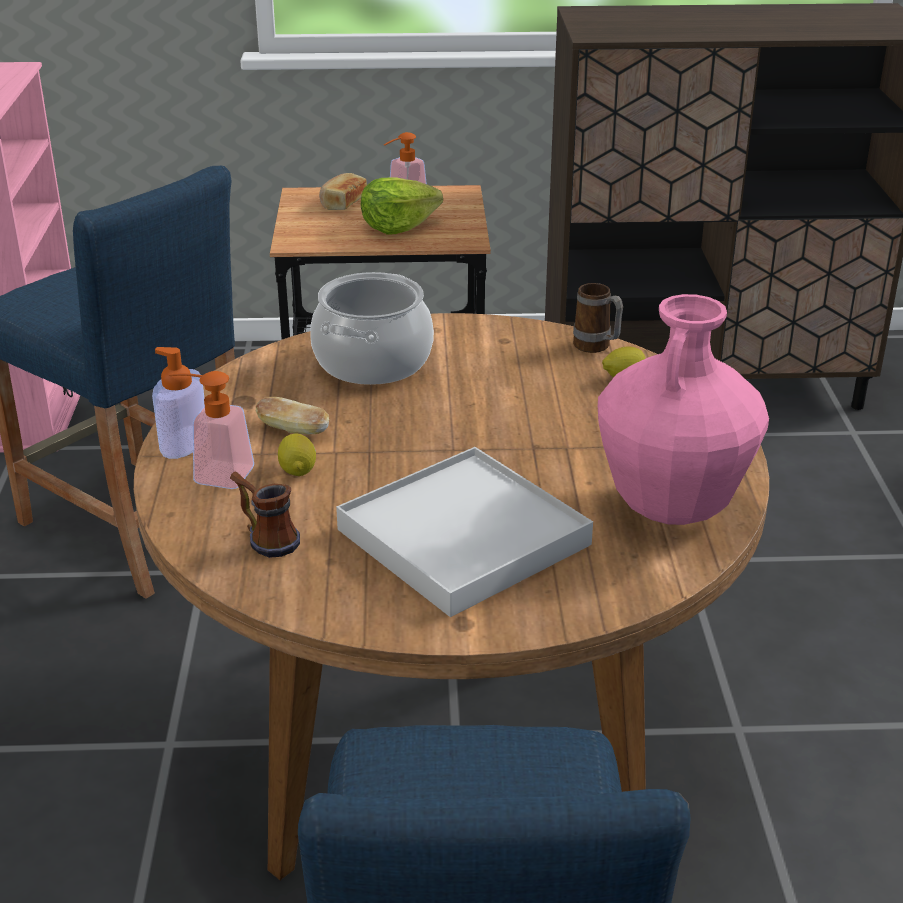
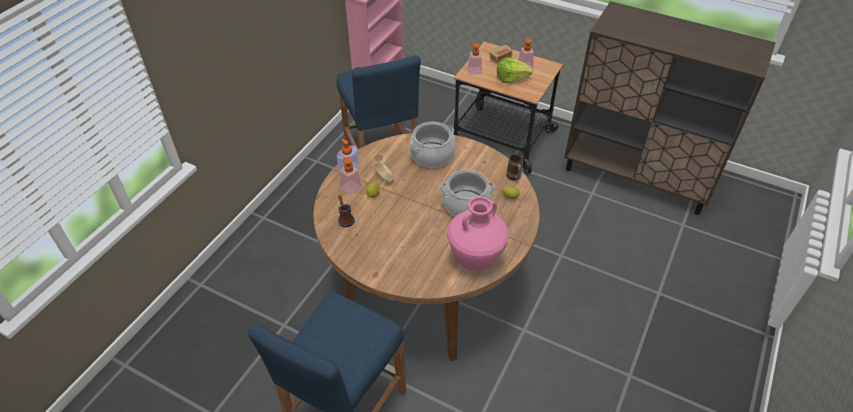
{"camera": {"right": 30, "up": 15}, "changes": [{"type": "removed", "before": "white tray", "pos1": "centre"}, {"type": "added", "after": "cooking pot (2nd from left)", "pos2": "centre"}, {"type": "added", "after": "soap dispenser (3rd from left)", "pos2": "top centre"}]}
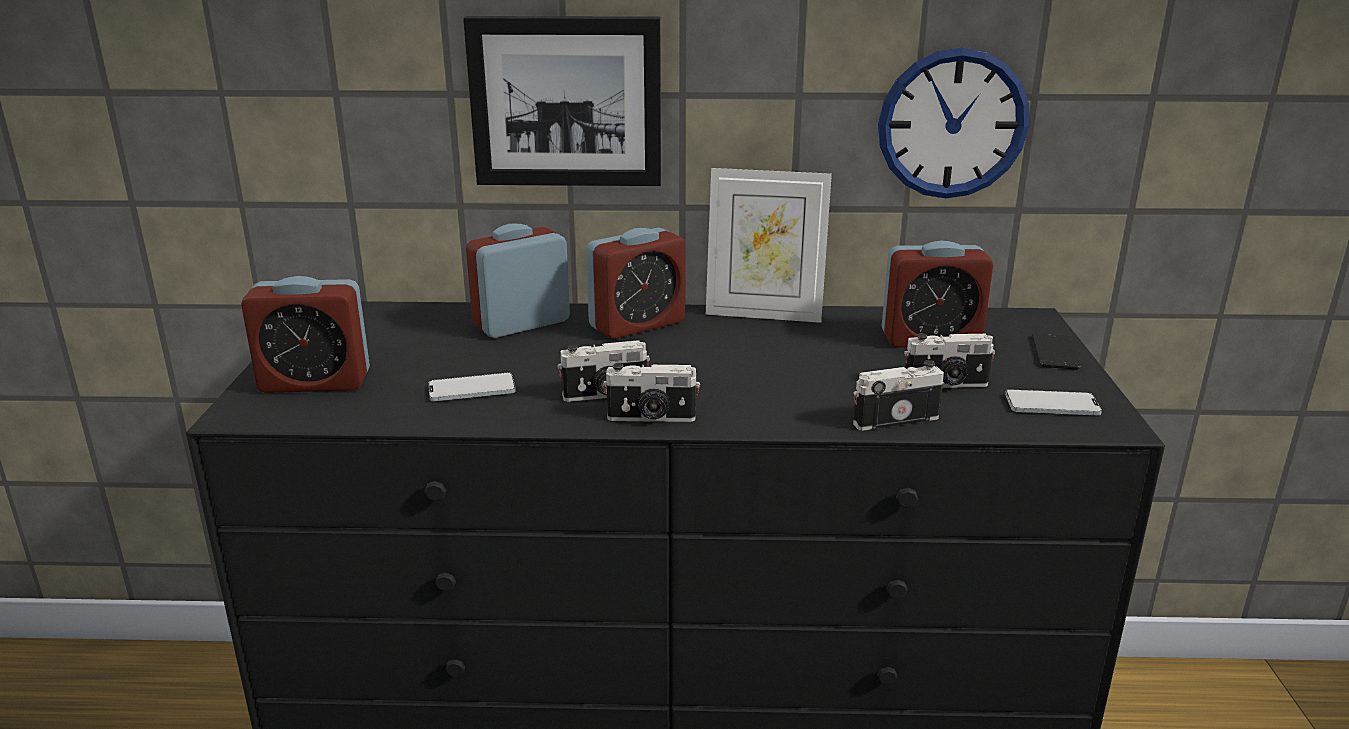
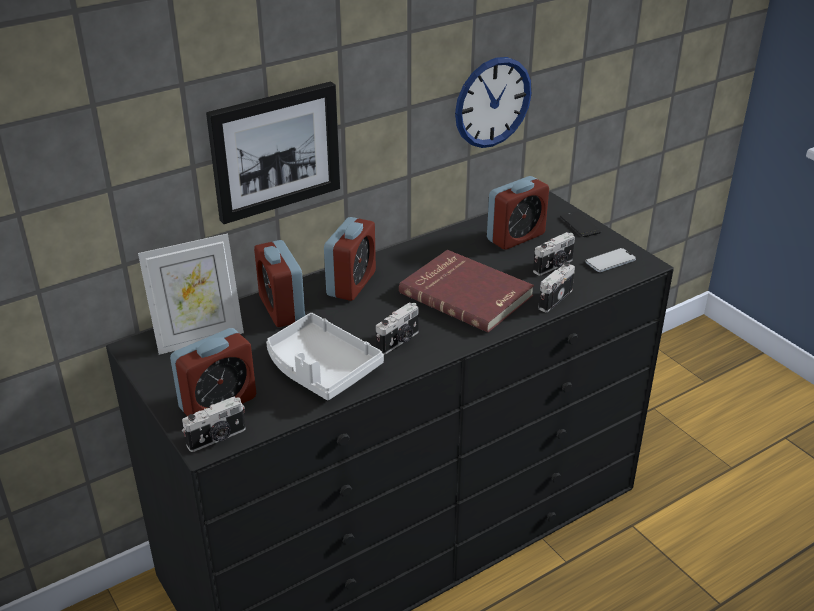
{"camera": {"right": -35, "up": 10}, "changes": [{"type": "replaced", "before": "phone (1st from left)", "after": "grey tray", "pos1": "centre", "pos2": "centre"}, {"type": "turned", "before": "alarm clock (2nd from left)", "pos1": "centre", "pos2": "centre", "turn": -45}, {"type": "moved", "before": "photo camera (2nd from left in the first image)", "after": "photo camera (1st from left)", "pos1": "centre", "pos2": "bottom left"}, {"type": "moved", "before": "picture frame", "pos1": "centre", "pos2": "middle left"}, {"type": "added", "after": "red book", "pos2": "centre"}]}
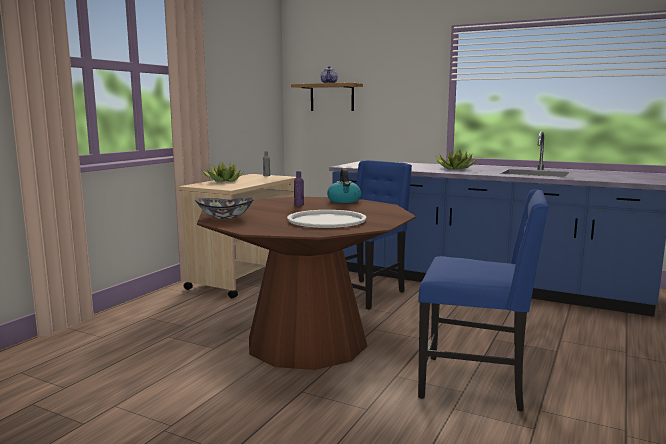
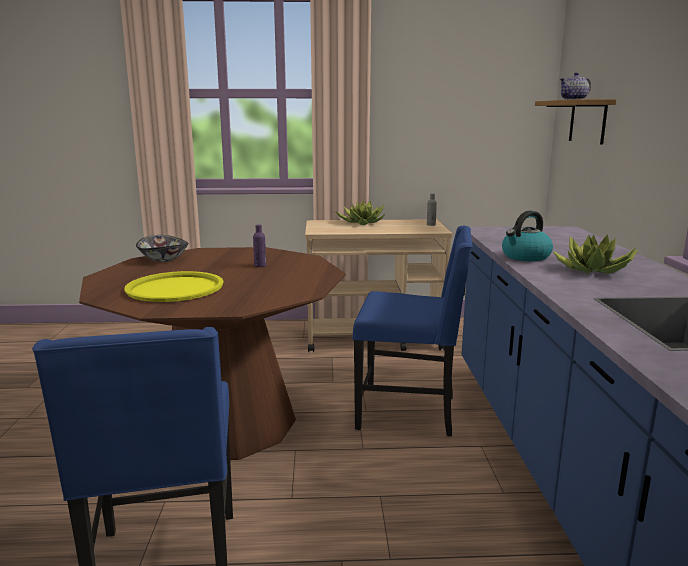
{"camera": {"right": 60, "up": 5}, "changes": [{"type": "recoloured", "before": "white tray", "after": "yellow tray", "pos1": "centre", "pos2": "middle left"}, {"type": "moved", "before": "kettle", "pos1": "centre", "pos2": "middle right"}]}
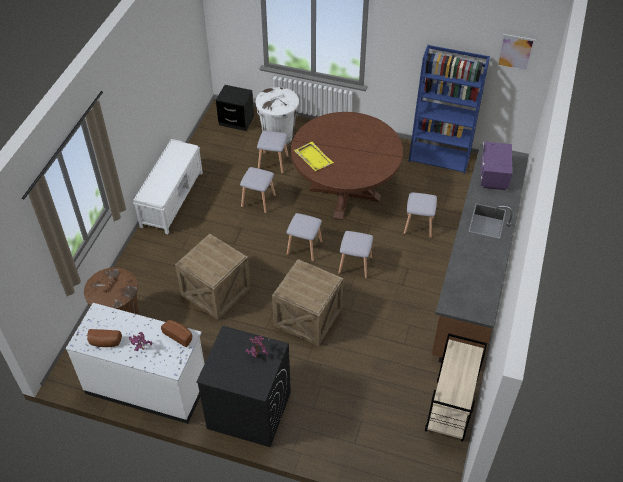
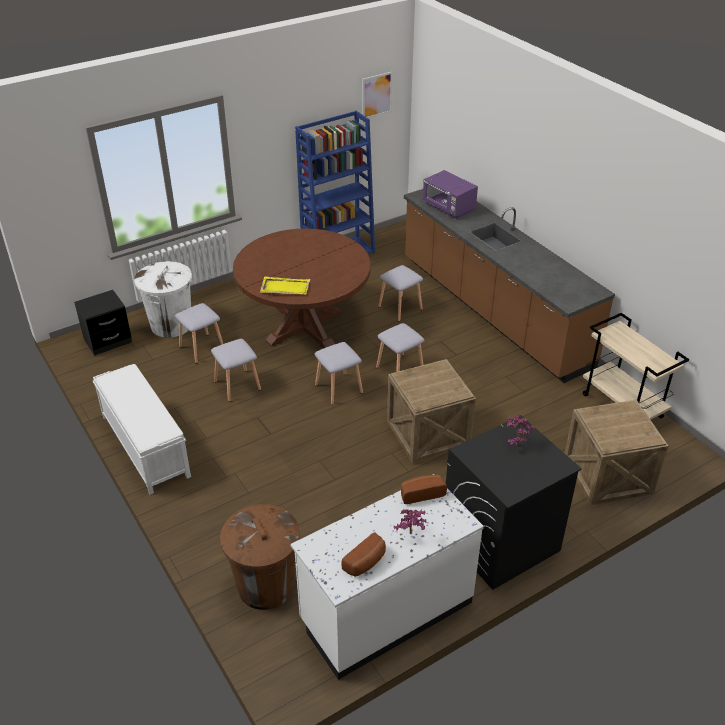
{"camera": {"right": -50, "up": -10}, "changes": [{"type": "moved", "before": "crate (1st from left in the first image)", "after": "crate (2nd from left)", "pos1": "centre", "pos2": "middle right"}]}
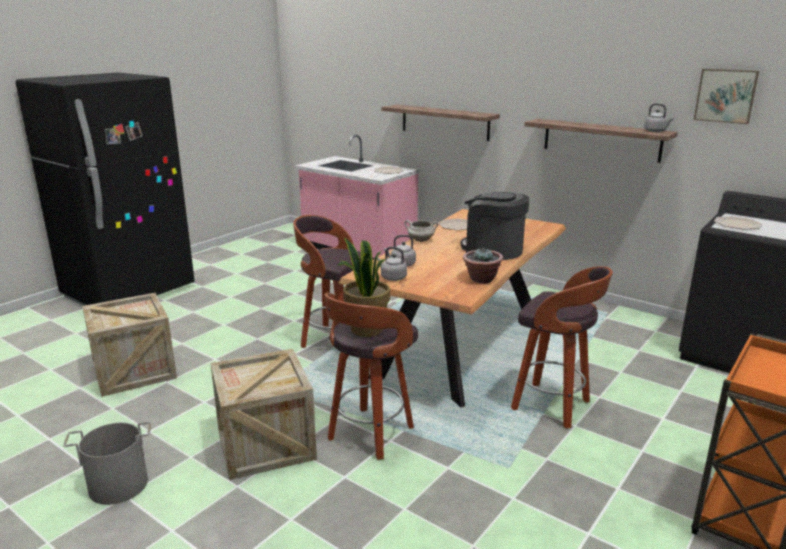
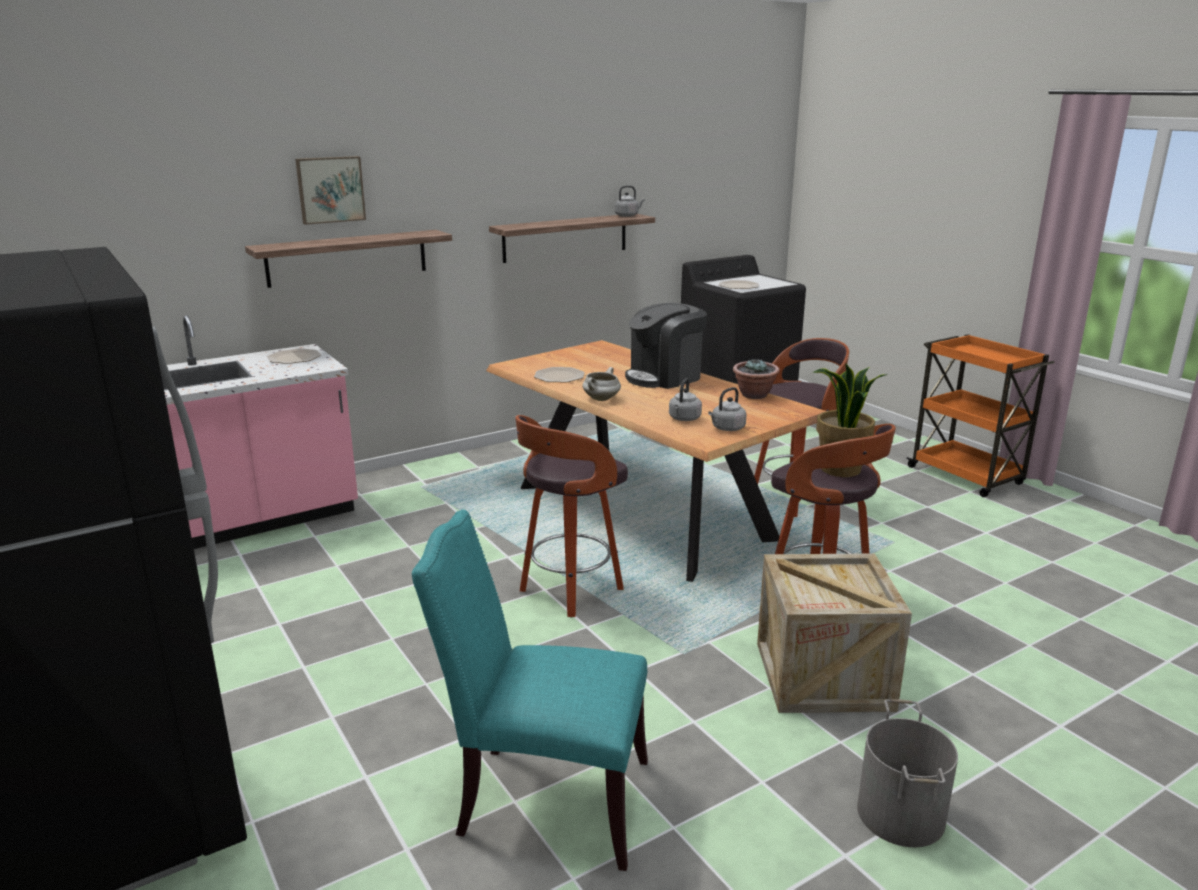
{"camera": {"right": -70, "up": 0}, "changes": [{"type": "replaced", "before": "crate (1st from left)", "after": "turquoise chair", "pos1": "middle left", "pos2": "bottom centre"}, {"type": "moved", "before": "picture", "pos1": "top right", "pos2": "top left"}]}
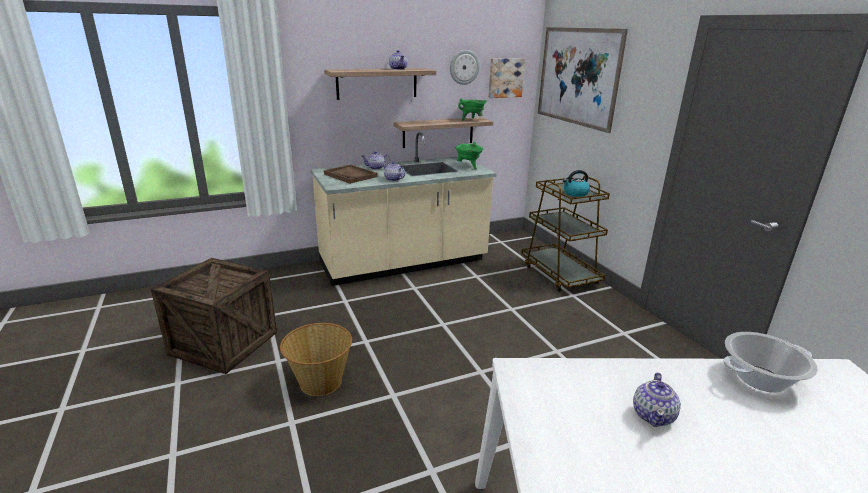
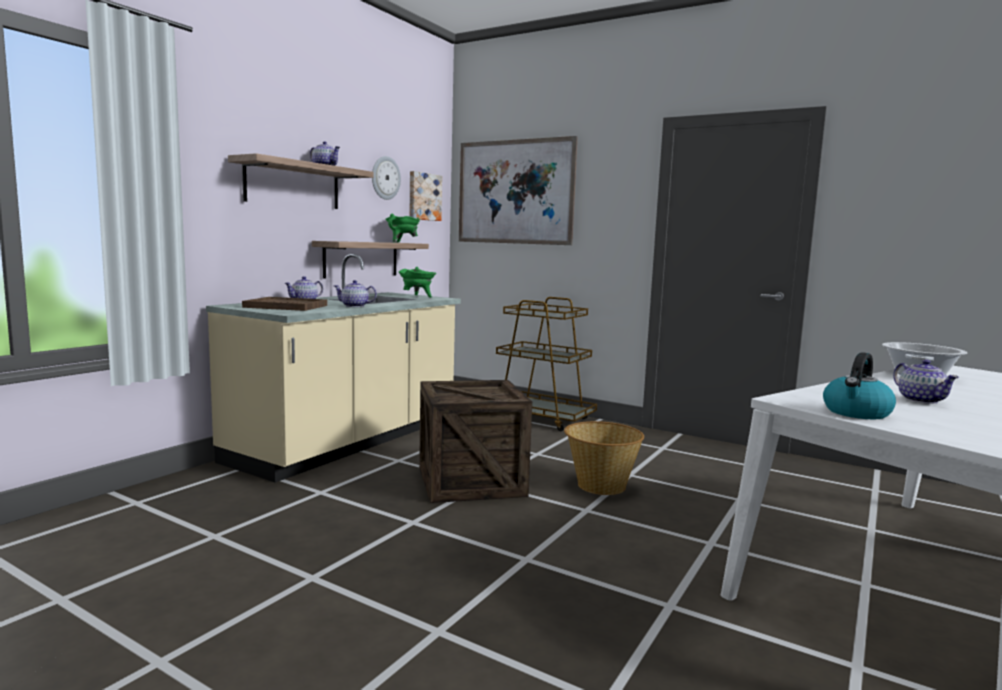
{"camera": {"right": -35, "up": -15}, "changes": [{"type": "moved", "before": "crate", "pos1": "middle left", "pos2": "centre"}, {"type": "moved", "before": "basket", "pos1": "bottom centre", "pos2": "centre"}, {"type": "moved", "before": "kettle", "pos1": "centre", "pos2": "middle right"}]}
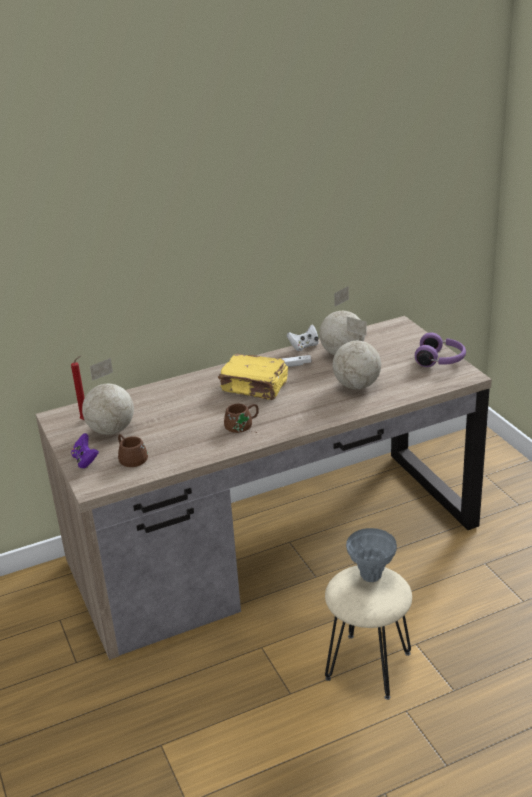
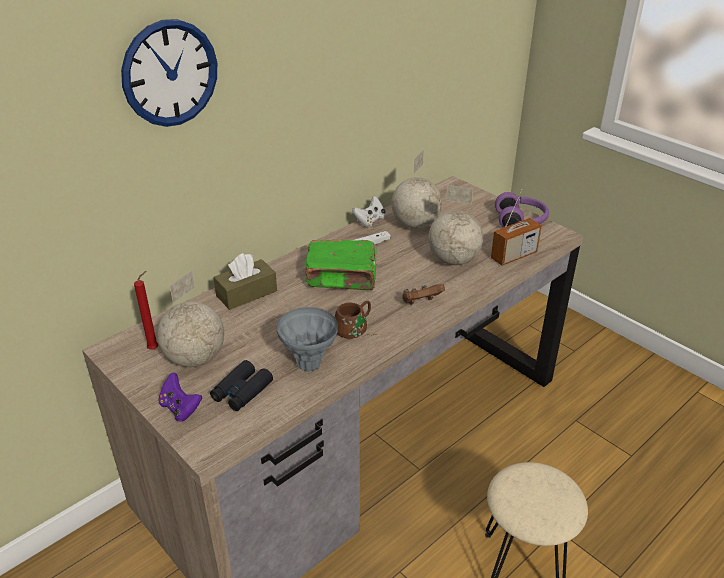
{"camera": {"right": -20, "up": 5}, "changes": [{"type": "replaced", "before": "brown mug (1st from left)", "after": "black binoculars", "pos1": "middle left", "pos2": "middle left"}, {"type": "recoloured", "before": "yellow book", "after": "green book", "pos1": "centre", "pos2": "centre"}, {"type": "moved", "before": "grey vase", "pos1": "bottom right", "pos2": "centre"}, {"type": "added", "after": "wall clock", "pos2": "top left"}, {"type": "added", "after": "brown tissue box", "pos2": "centre"}, {"type": "added", "after": "brown game controller", "pos2": "centre"}, {"type": "added", "after": "radio", "pos2": "middle right"}]}
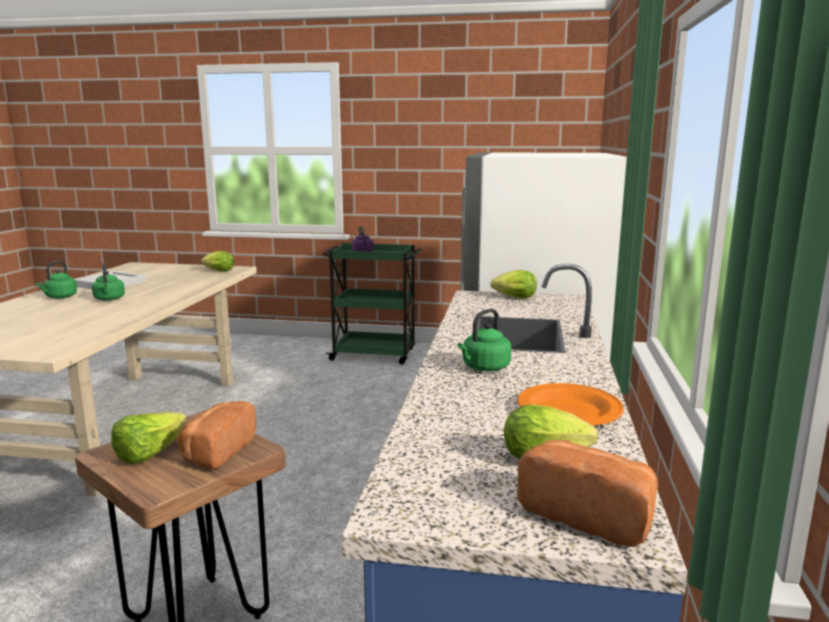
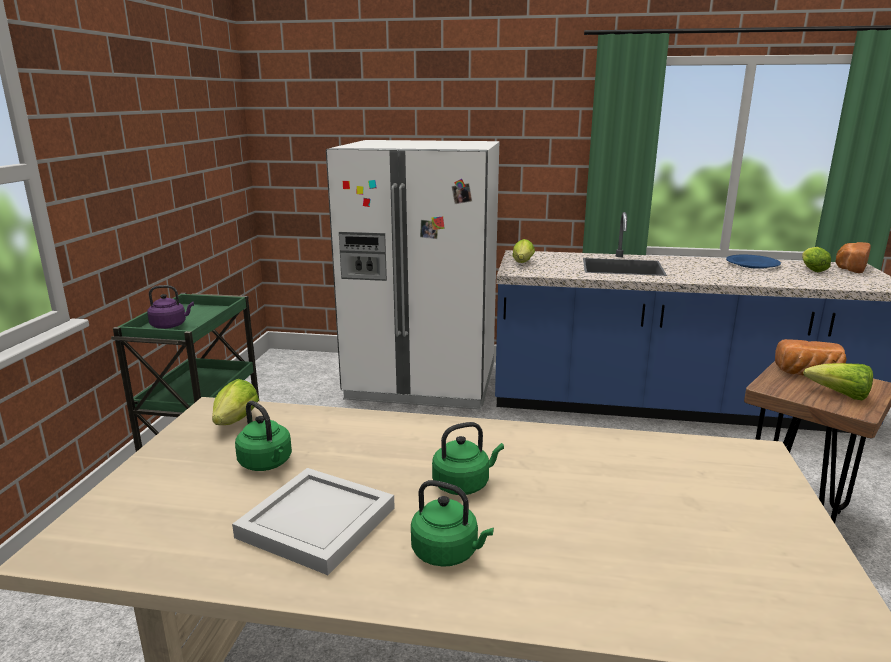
{"camera": {"right": -90, "up": 5}, "changes": [{"type": "moved", "before": "green kettle (3rd from left in the first image)", "after": "green kettle (1st from left)", "pos1": "centre", "pos2": "middle left"}, {"type": "recoloured", "before": "orange plate", "after": "blue plate", "pos1": "middle right", "pos2": "middle right"}]}
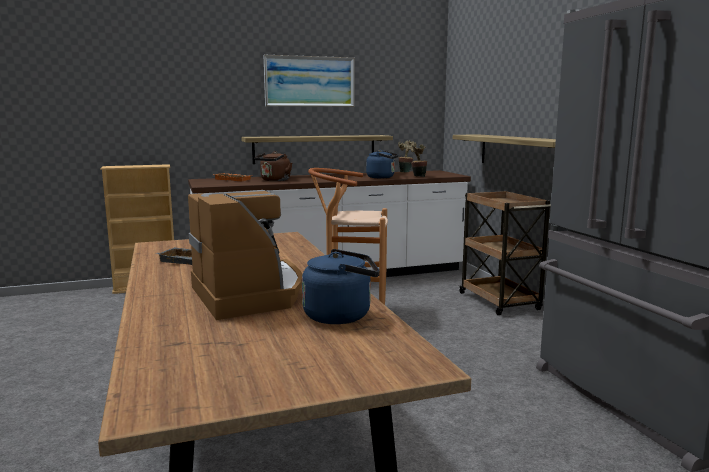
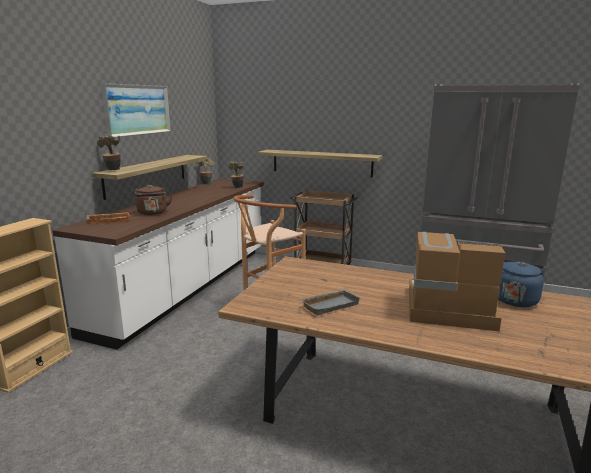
{"camera": {"right": -50, "up": 5}, "changes": [{"type": "removed", "before": "blue kettle (2nd from left)", "pos1": "centre"}, {"type": "added", "after": "potted plant (1st from left)", "pos2": "top left"}]}
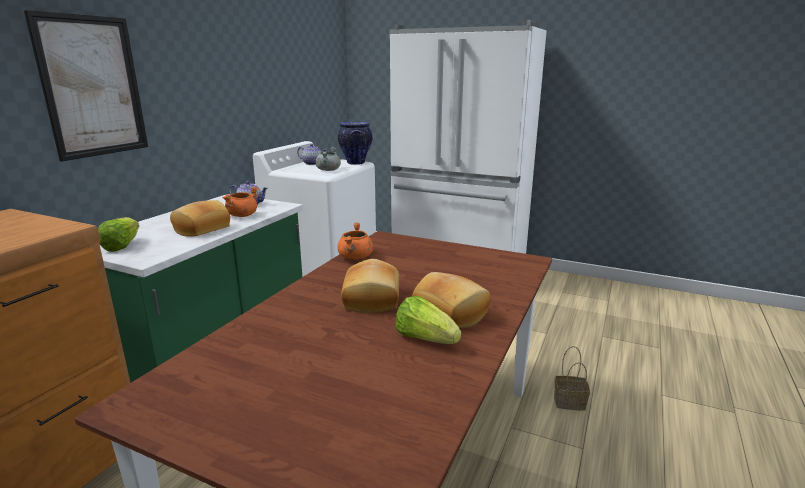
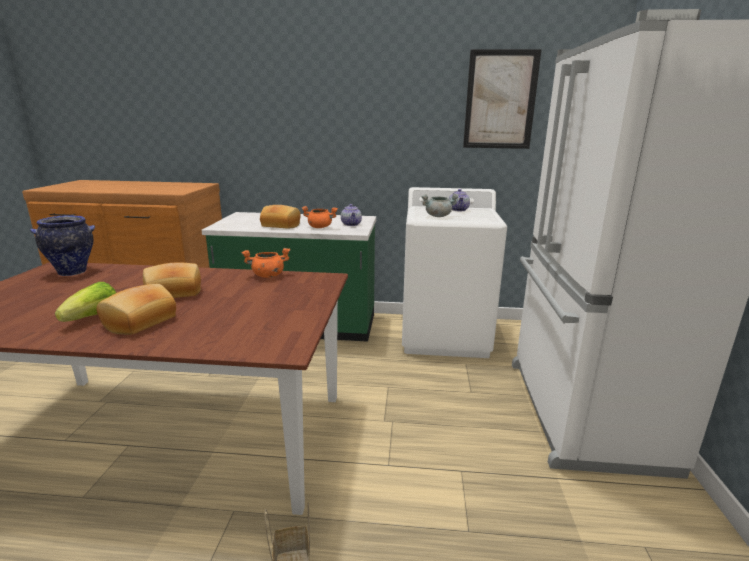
{"camera": {"right": 70, "up": 0}, "changes": [{"type": "moved", "before": "picture", "pos1": "top left", "pos2": "top right"}, {"type": "removed", "before": "lettuce (1st from left)", "pos1": "middle left"}, {"type": "moved", "before": "vase", "pos1": "top centre", "pos2": "middle left"}]}
